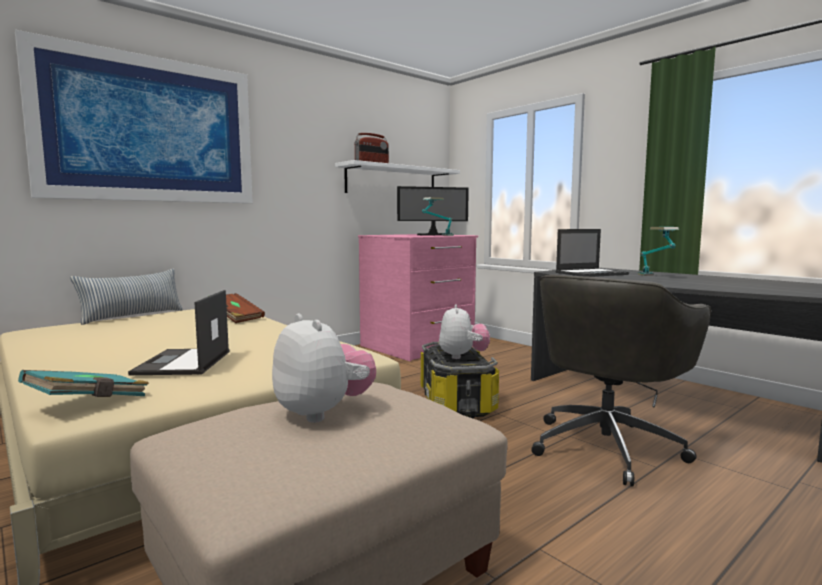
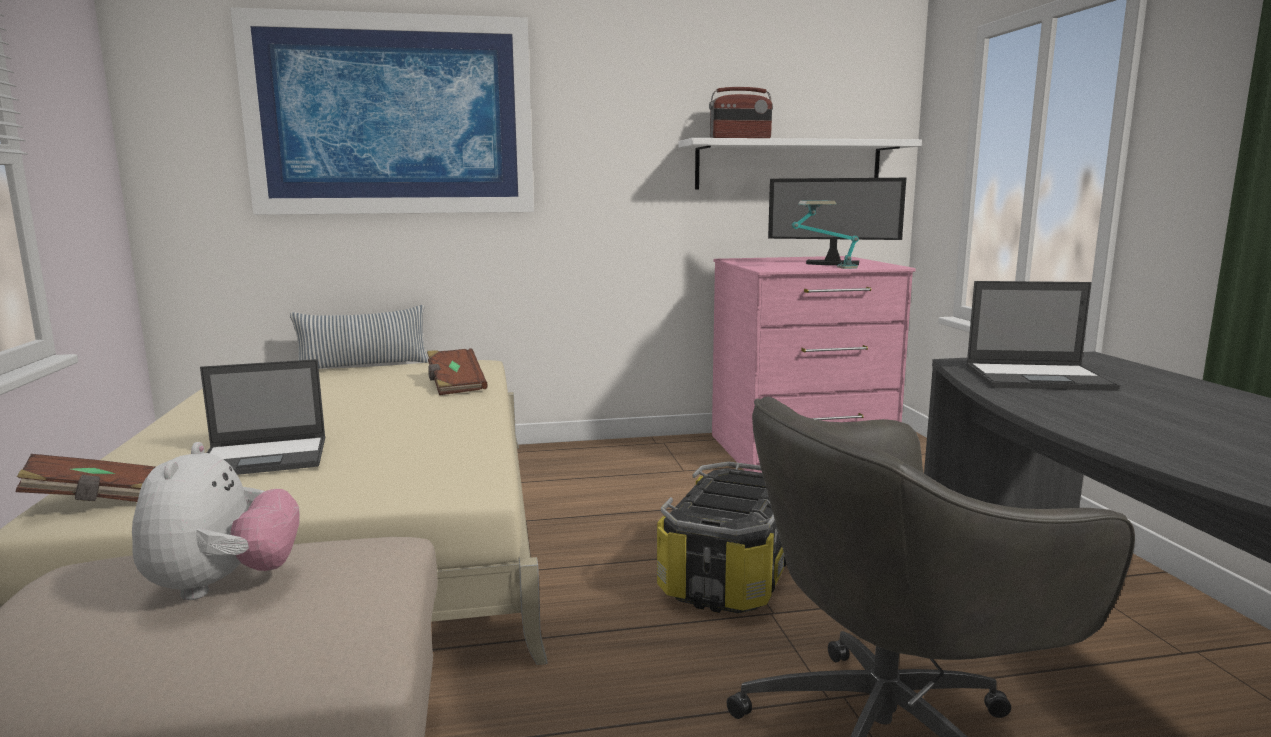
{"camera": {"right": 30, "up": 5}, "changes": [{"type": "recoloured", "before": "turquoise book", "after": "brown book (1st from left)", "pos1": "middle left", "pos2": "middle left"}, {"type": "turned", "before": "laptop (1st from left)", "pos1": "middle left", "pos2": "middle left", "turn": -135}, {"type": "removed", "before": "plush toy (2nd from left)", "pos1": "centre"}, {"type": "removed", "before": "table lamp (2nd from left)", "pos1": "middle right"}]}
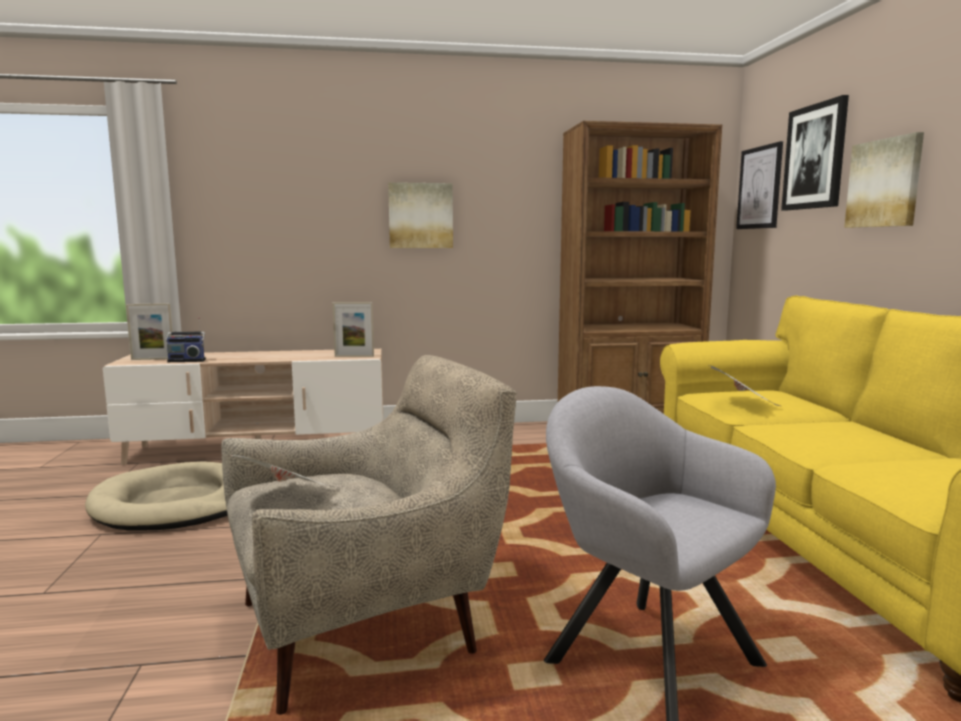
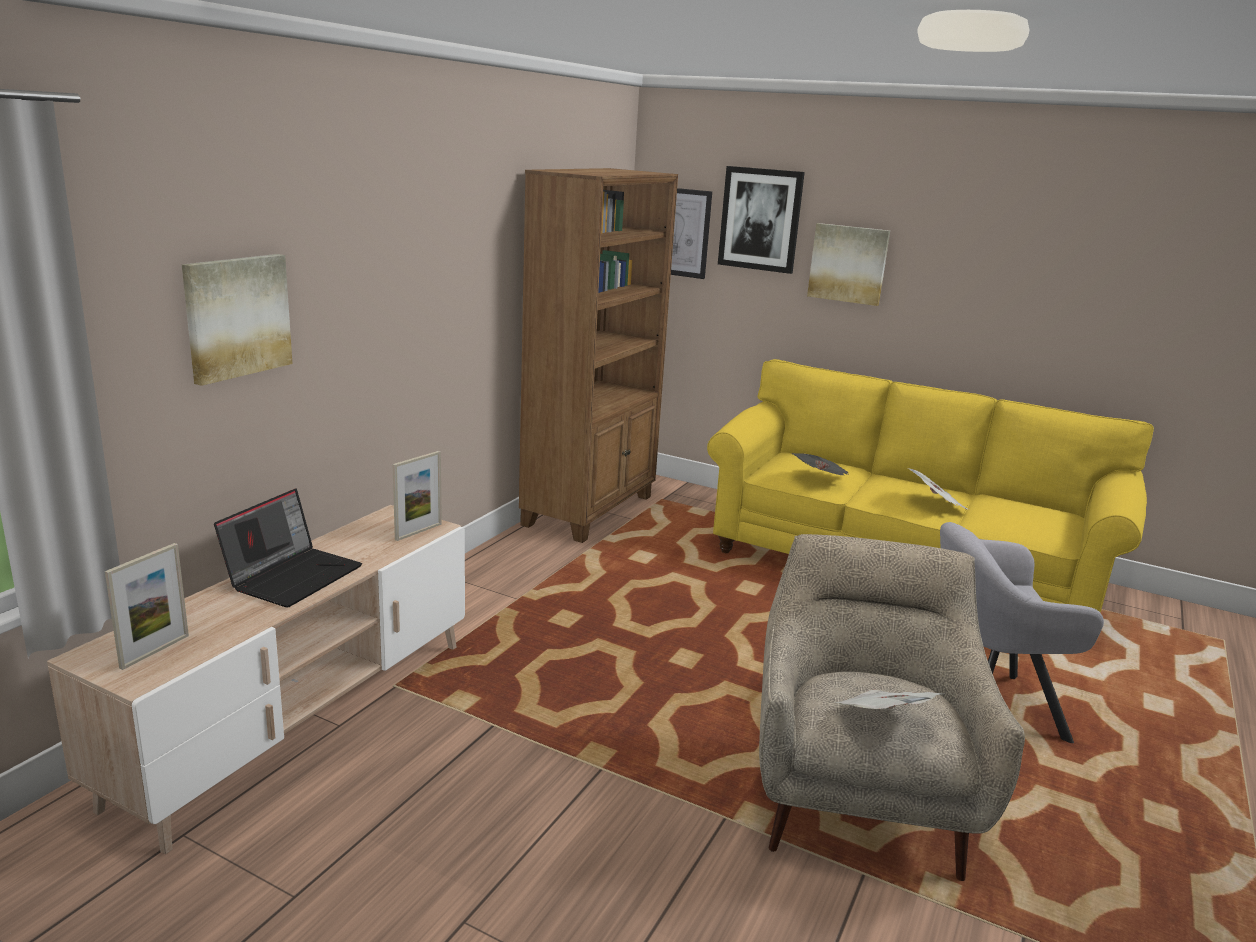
{"camera": {"right": -55, "up": 10}, "changes": [{"type": "removed", "before": "beige dog bed", "pos1": "bottom left"}, {"type": "removed", "before": "radio", "pos1": "middle left"}, {"type": "moved", "before": "picture (1st from left)", "pos1": "top centre", "pos2": "middle left"}, {"type": "added", "after": "laptop", "pos2": "middle left"}, {"type": "added", "after": "newspaper (3rd from left)", "pos2": "middle right"}]}
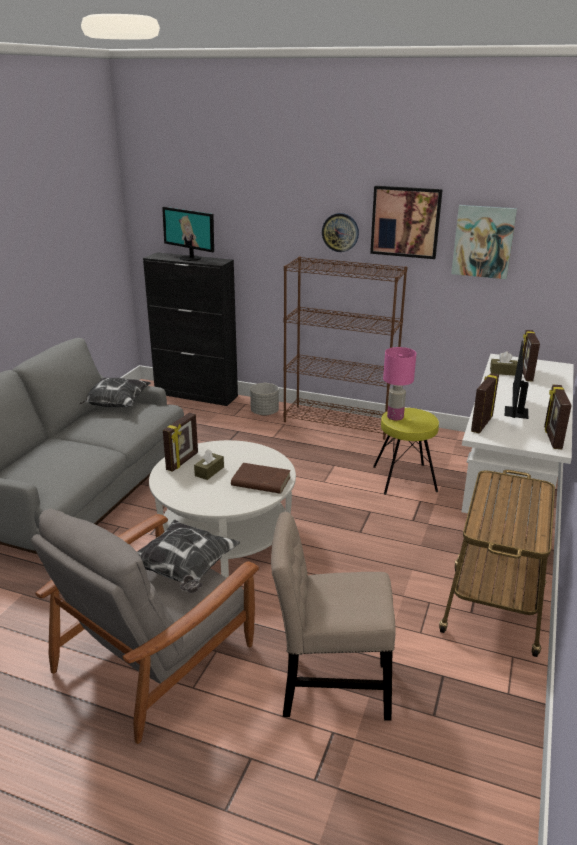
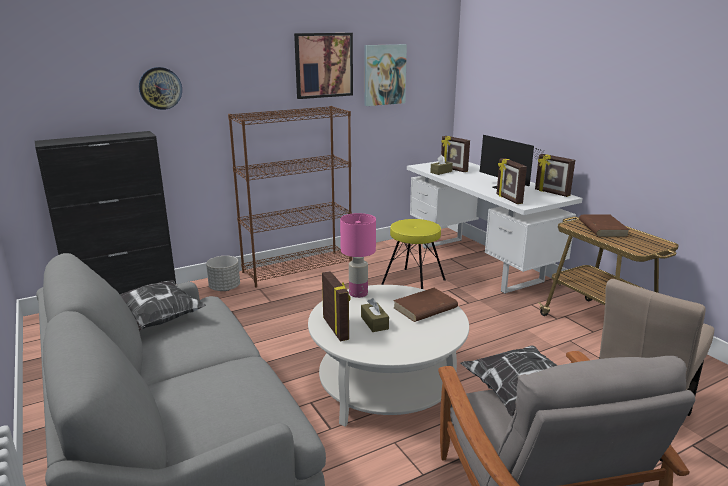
{"camera": {"right": -50, "up": -5}, "changes": [{"type": "removed", "before": "monitor (1st from left)", "pos1": "top left"}, {"type": "moved", "before": "wall clock", "pos1": "top centre", "pos2": "top left"}, {"type": "moved", "before": "pink table lamp", "pos1": "middle right", "pos2": "centre"}, {"type": "added", "after": "brown book (2nd from left)", "pos2": "middle right"}]}
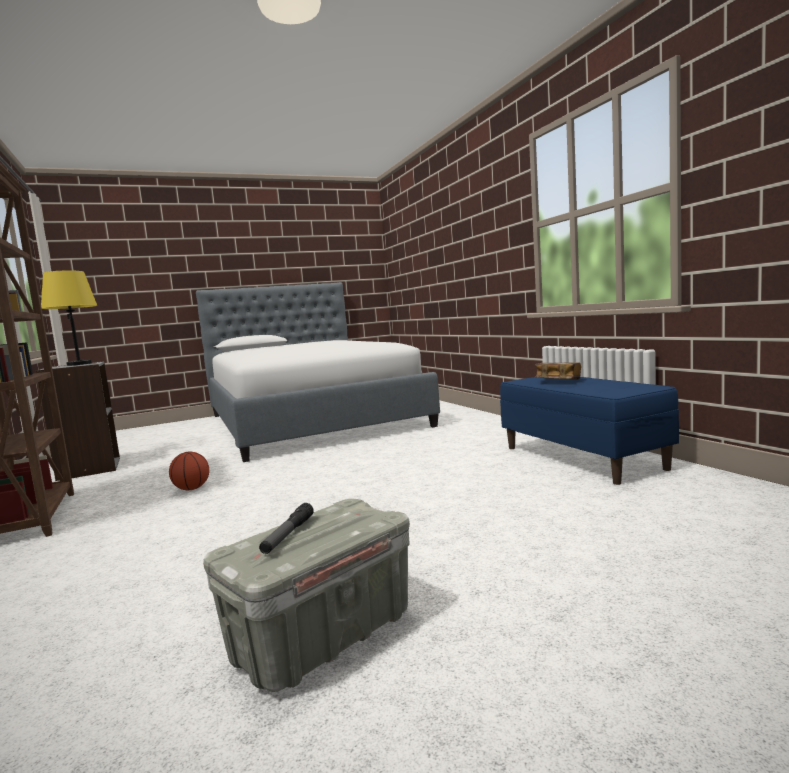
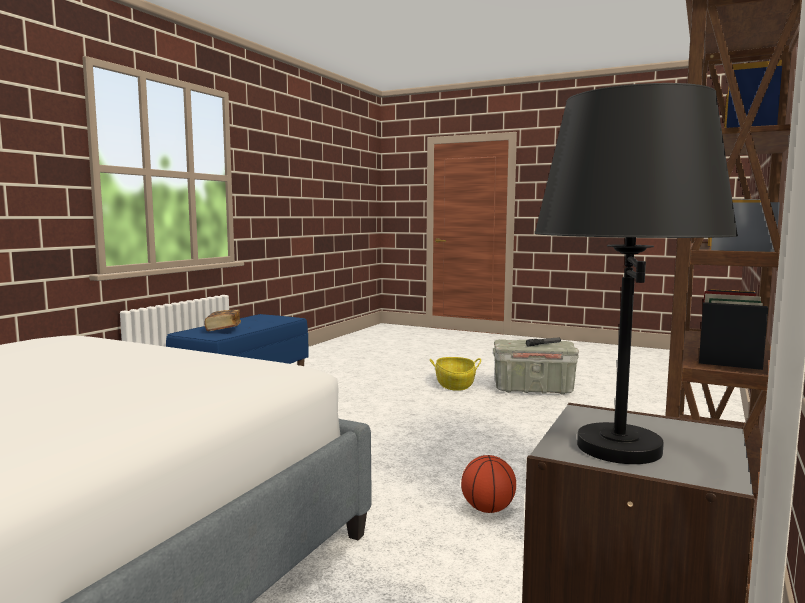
{"camera": {"right": -130, "up": 0}, "changes": [{"type": "recoloured", "before": "yellow table lamp", "after": "black table lamp", "pos1": "middle left", "pos2": "middle right"}, {"type": "added", "after": "basket", "pos2": "centre"}]}
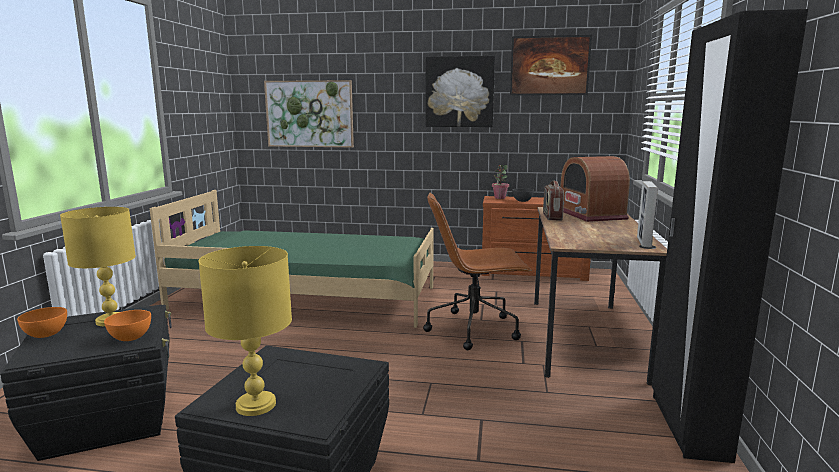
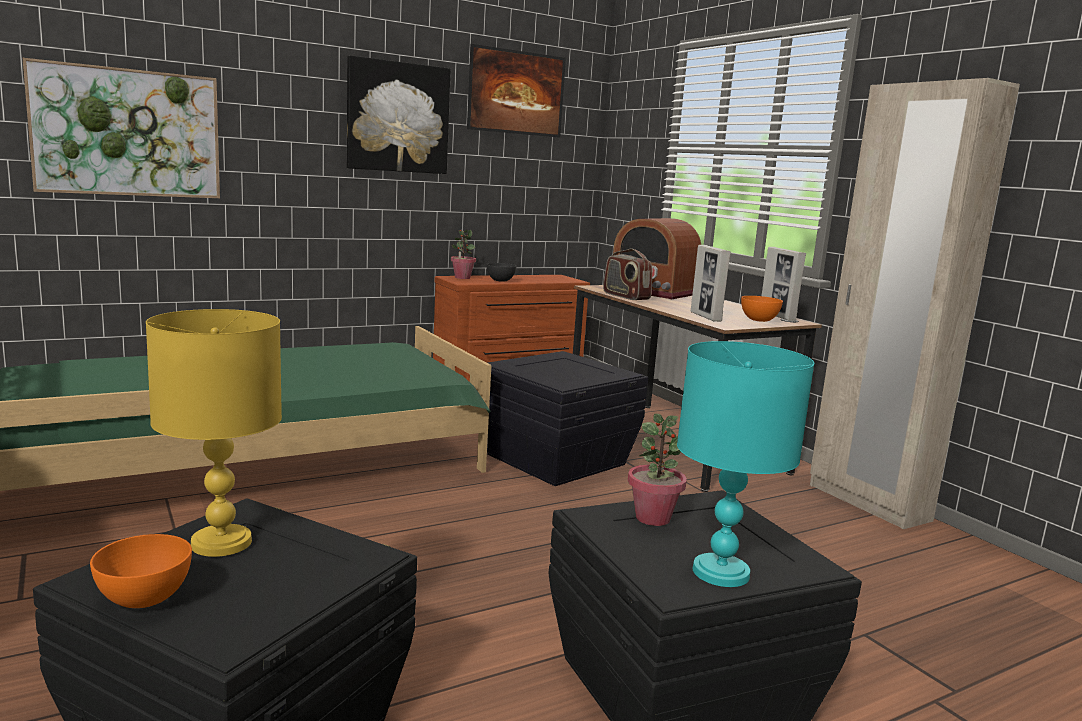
{"camera": {"right": -40, "up": 0}, "changes": [{"type": "moved", "before": "orange bowl (2nd from left)", "pos1": "bottom left", "pos2": "middle right"}, {"type": "recoloured", "before": "yellow table lamp (2nd from left)", "after": "turquoise table lamp", "pos1": "bottom left", "pos2": "middle right"}, {"type": "replaced", "before": "brown office chair", "after": "black storage box (2nd from left)", "pos1": "centre", "pos2": "centre"}, {"type": "recoloured", "before": "black wardrobe", "after": "beige wardrobe", "pos1": "middle right", "pos2": "middle right"}, {"type": "added", "after": "potted plant (2nd from left)", "pos2": "centre"}, {"type": "added", "after": "picture frame (1st from left)", "pos2": "centre"}]}
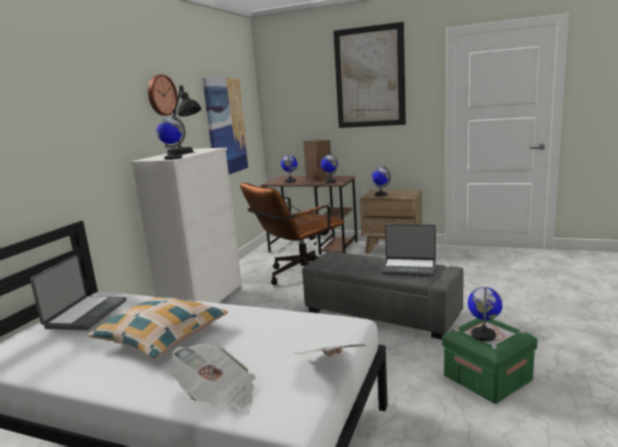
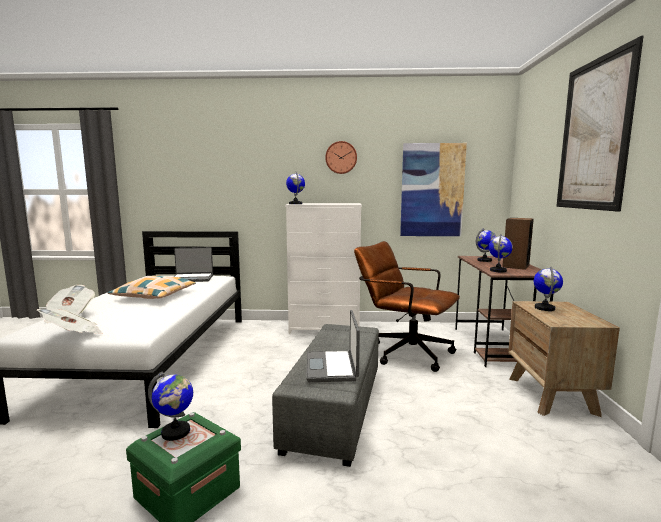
{"camera": {"right": 70, "up": -5}, "changes": [{"type": "removed", "before": "black table lamp", "pos1": "top left"}]}
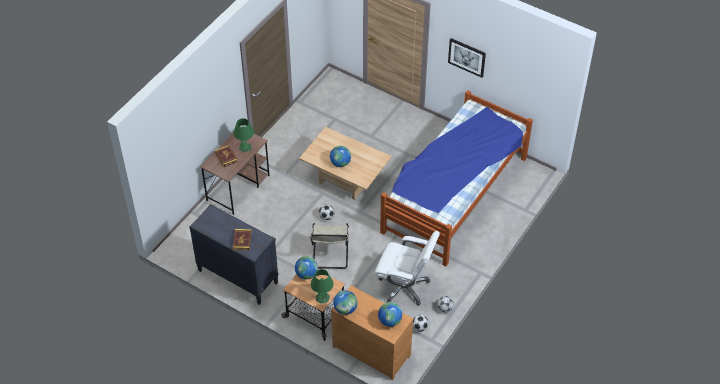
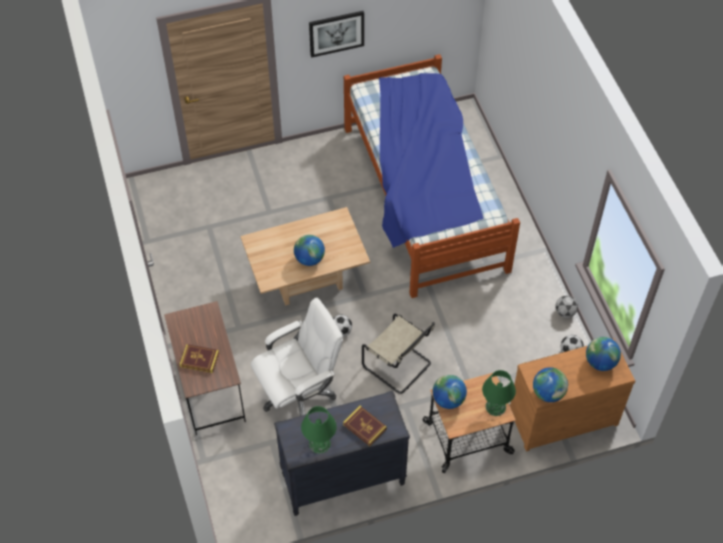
{"camera": {"right": -50, "up": 5}, "changes": [{"type": "moved", "before": "green table lamp (1st from left)", "pos1": "centre", "pos2": "bottom centre"}, {"type": "moved", "before": "white office chair", "pos1": "bottom centre", "pos2": "centre"}]}
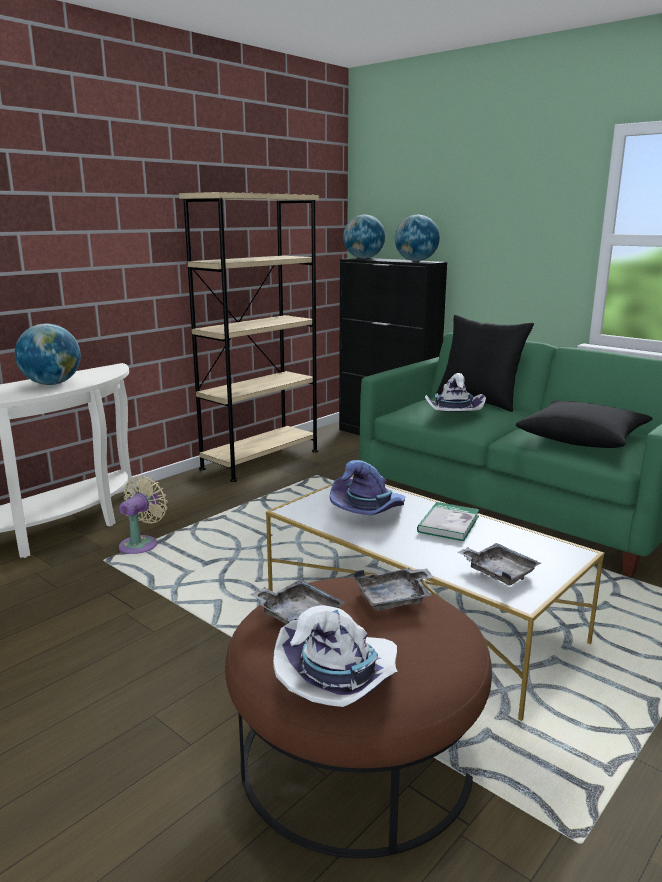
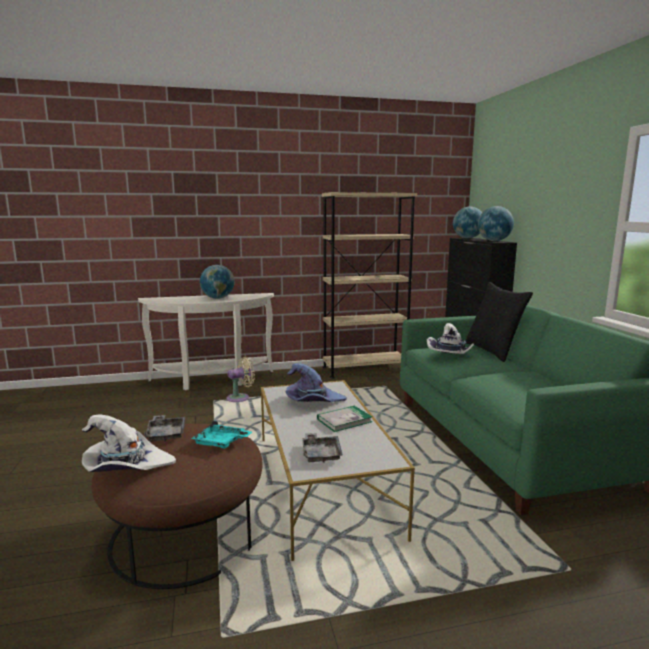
{"camera": {"right": 35, "up": -5}, "changes": [{"type": "recoloured", "before": "grey tray (2nd from left)", "after": "turquoise tray", "pos1": "bottom centre", "pos2": "bottom centre"}, {"type": "removed", "before": "black pillow (2nd from left)", "pos1": "middle right"}]}
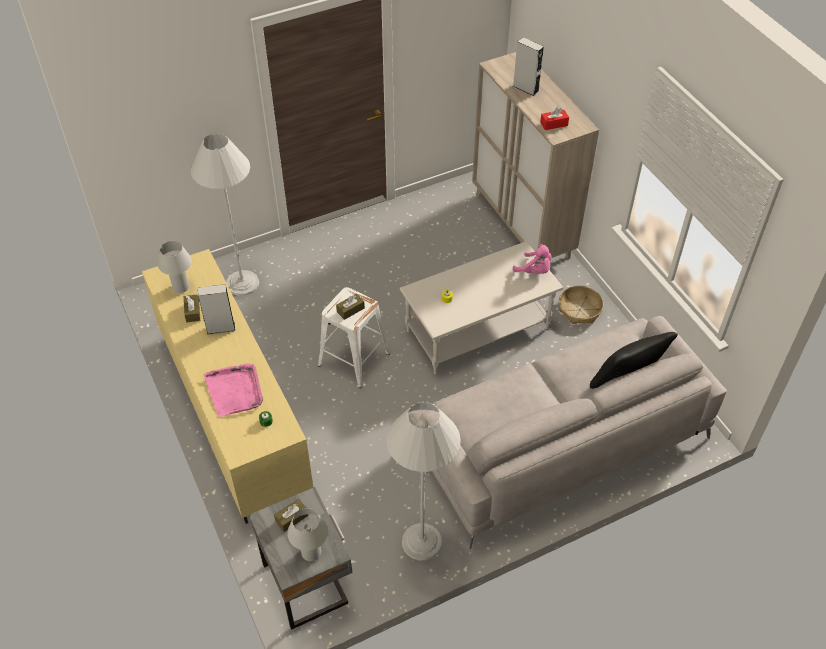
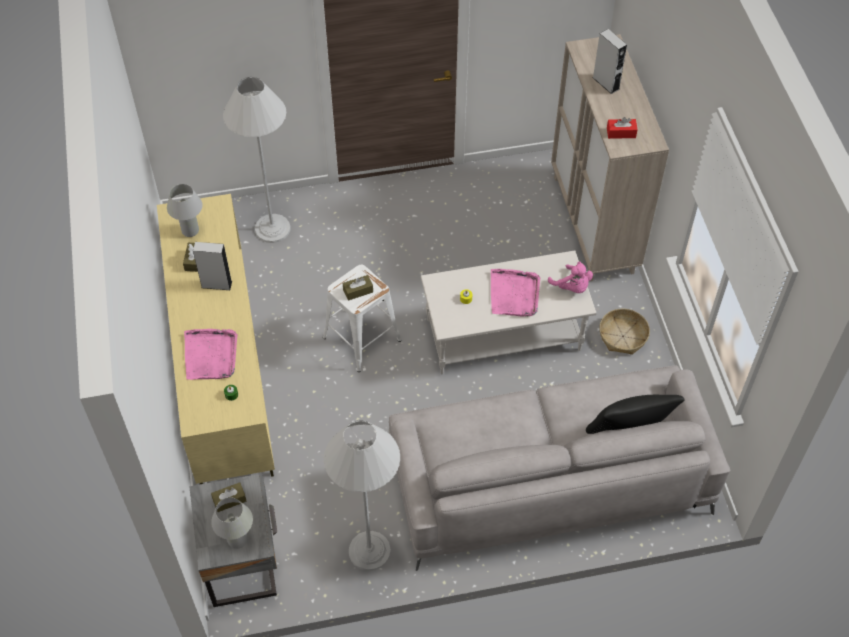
{"camera": {"right": 15, "up": 5}, "changes": [{"type": "added", "after": "pink tray (2nd from left)", "pos2": "centre"}]}
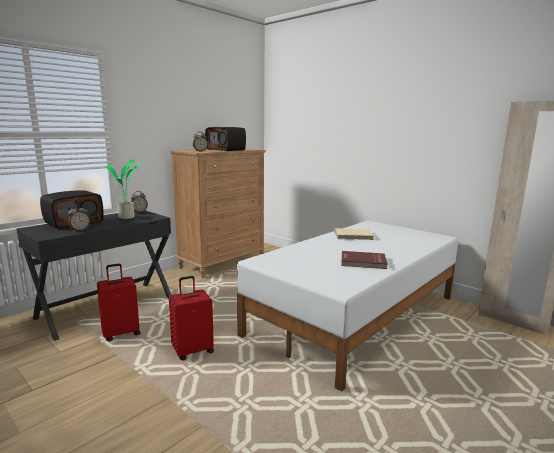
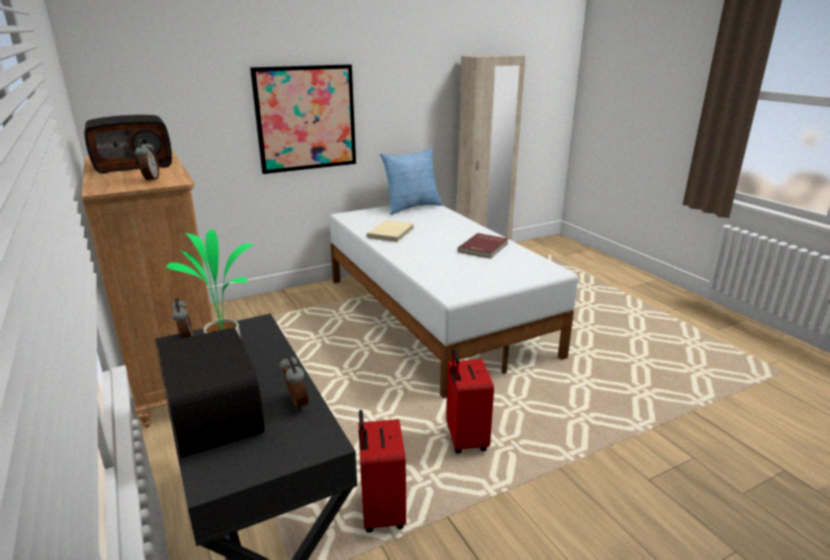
{"camera": {"right": -70, "up": 10}, "changes": [{"type": "added", "after": "picture", "pos2": "top centre"}, {"type": "added", "after": "pillow", "pos2": "top centre"}]}
